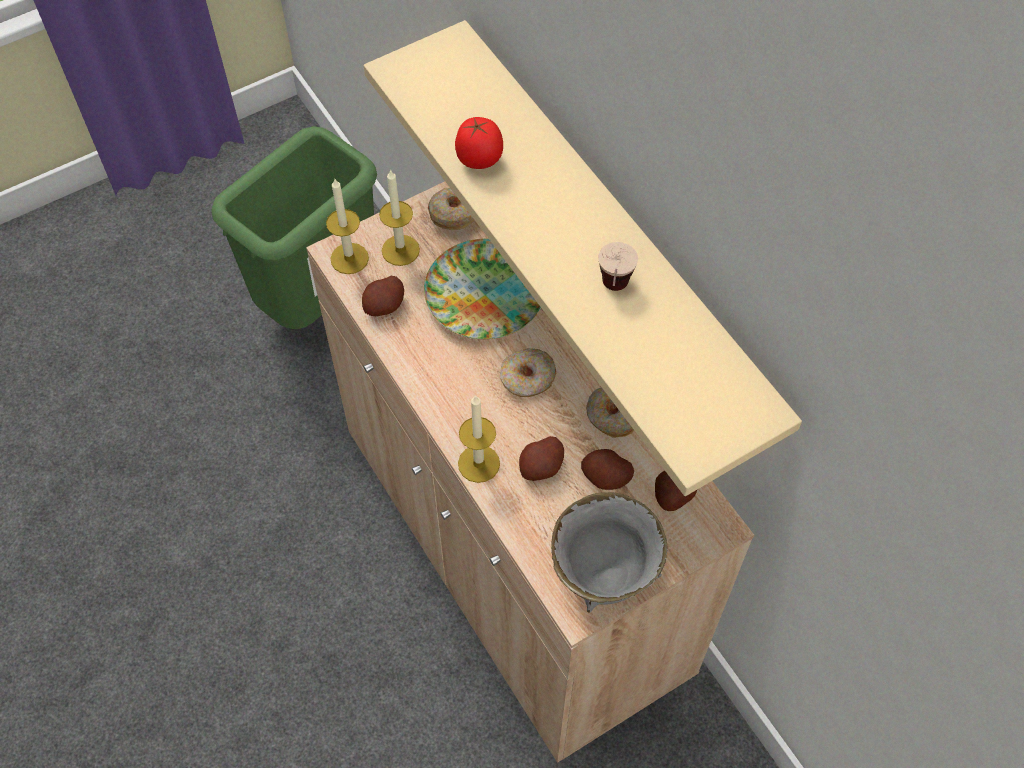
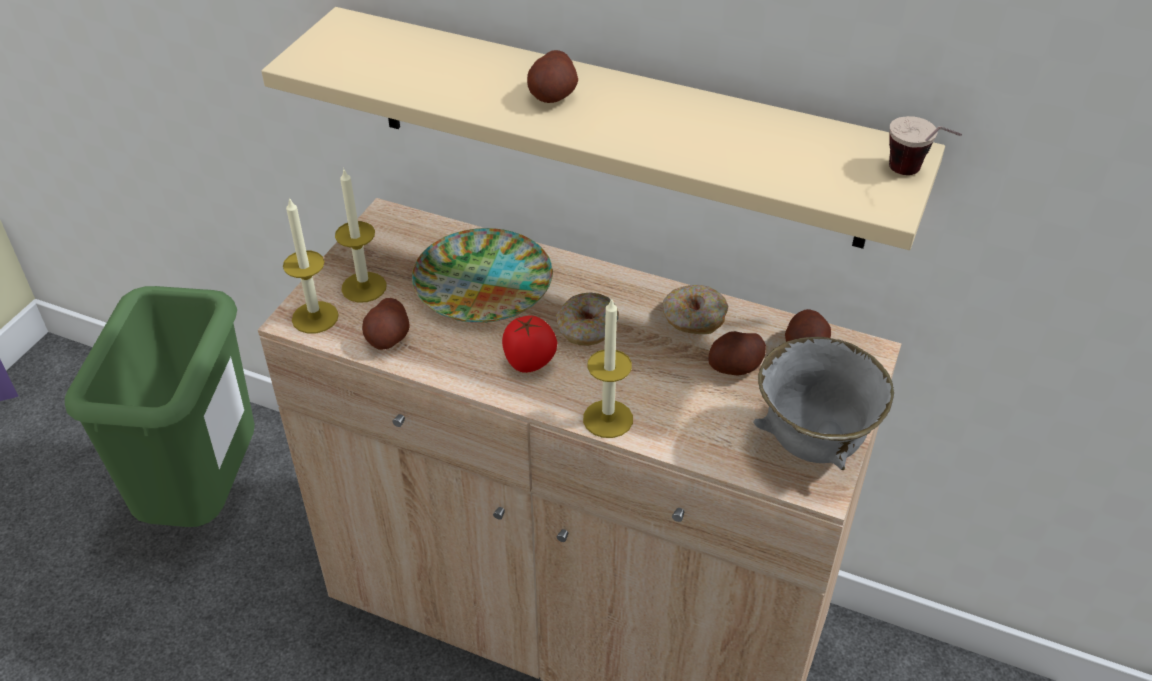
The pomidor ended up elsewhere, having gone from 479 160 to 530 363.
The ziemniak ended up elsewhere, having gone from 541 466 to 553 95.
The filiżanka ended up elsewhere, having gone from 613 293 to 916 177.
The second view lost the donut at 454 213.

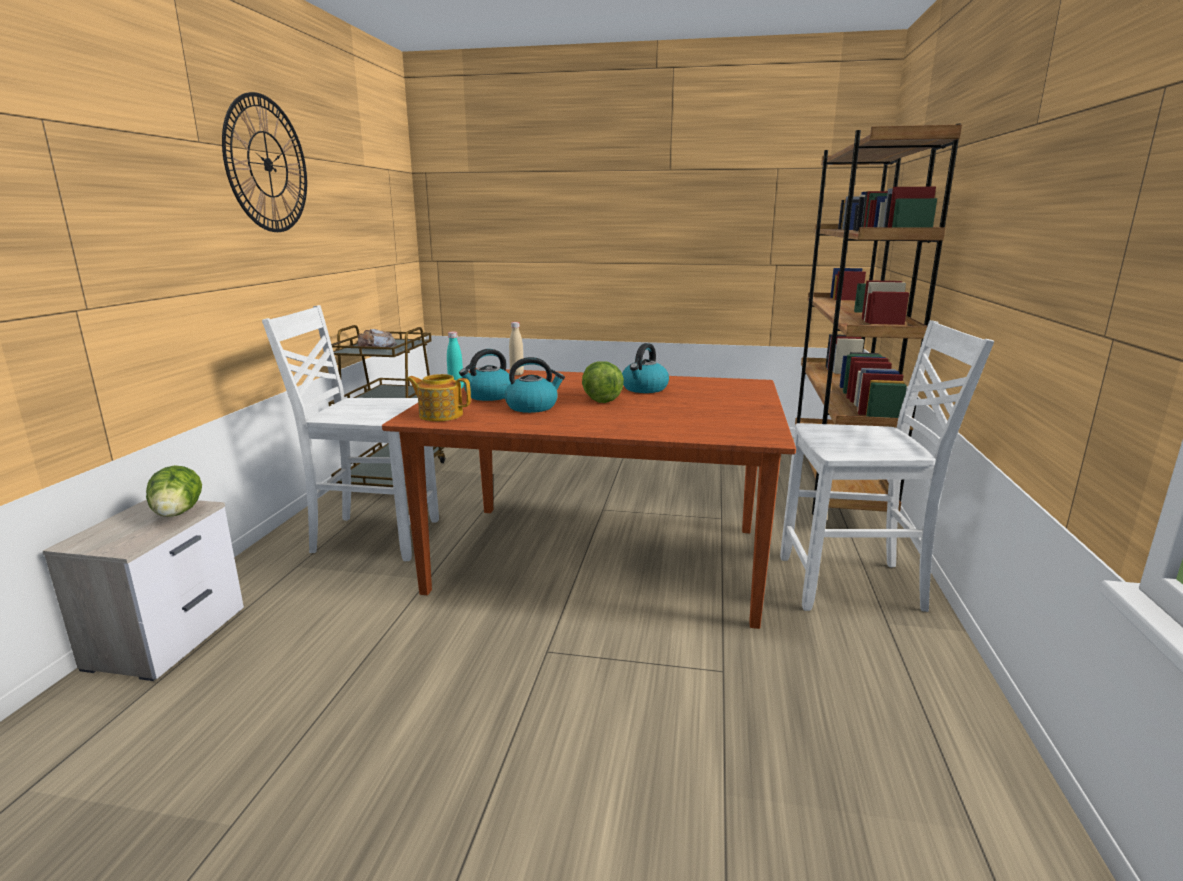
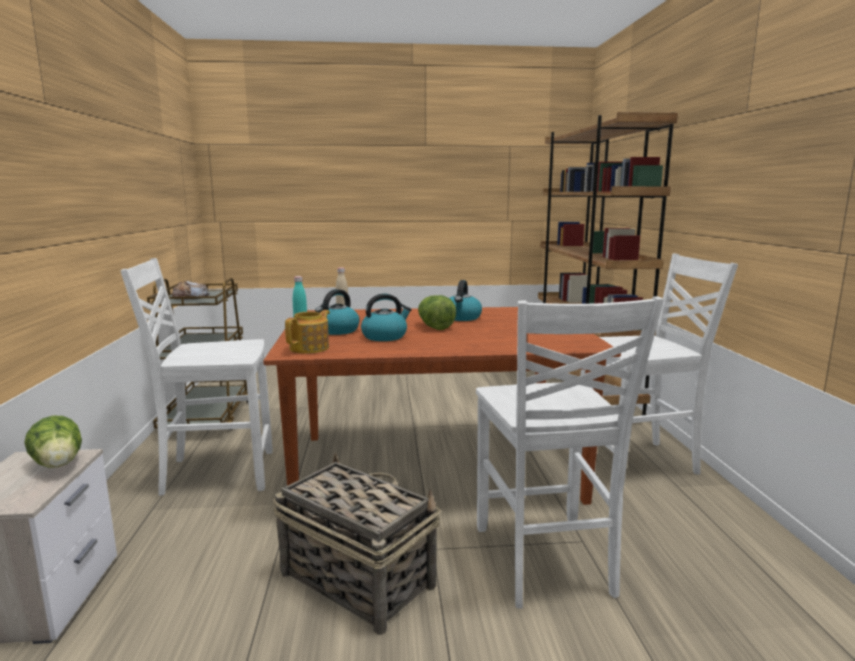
The second view gained the koszyk at 356 578.
The imbryk at 440 415 ended up facing another way, 120 degrees clockwise from before.
The second view gained the krzesło (biały) at 544 562.
The second view lost the zegar ścienny at 267 164.

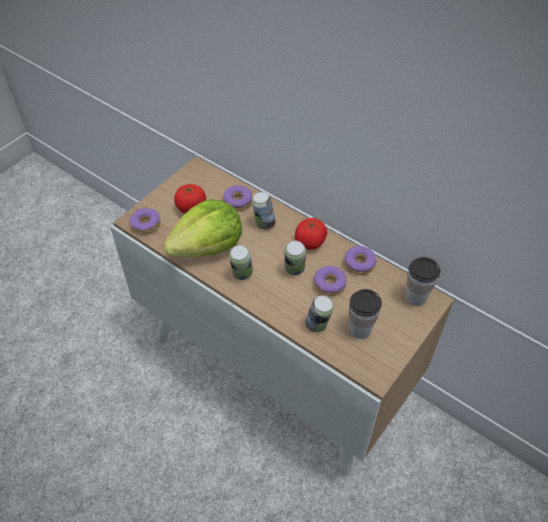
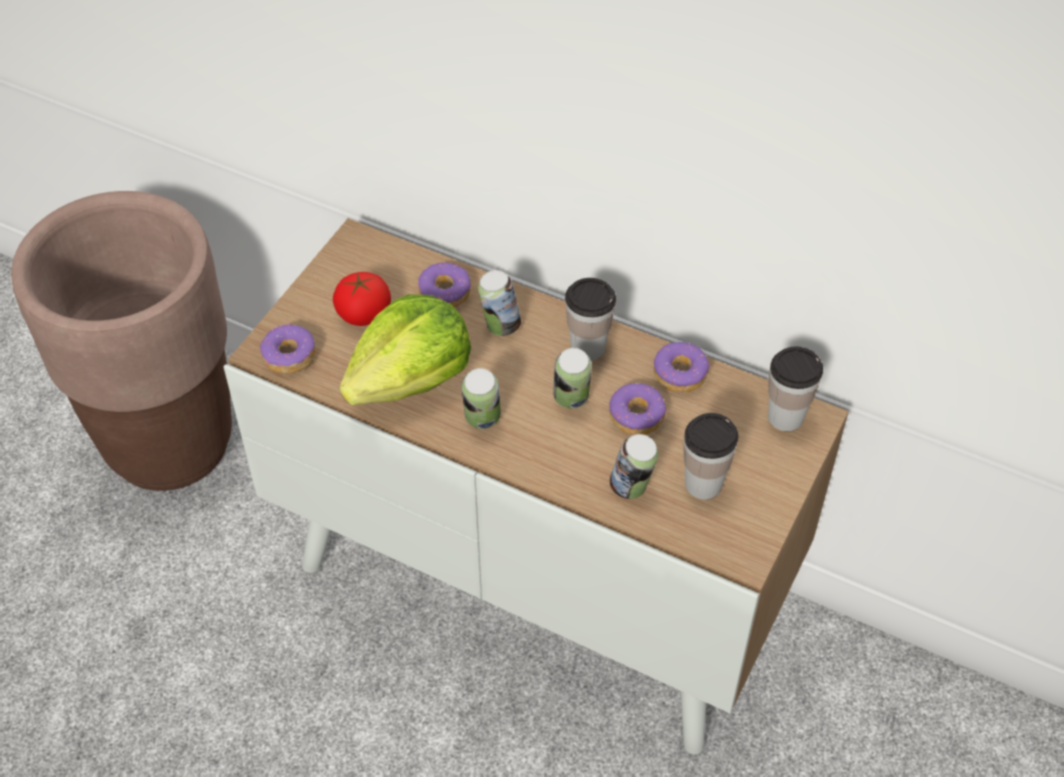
The second view gained the donica (brązowy) at 170 444.
Where the pomidor stood at 310 242, the filiżanka came to stand at 588 348.

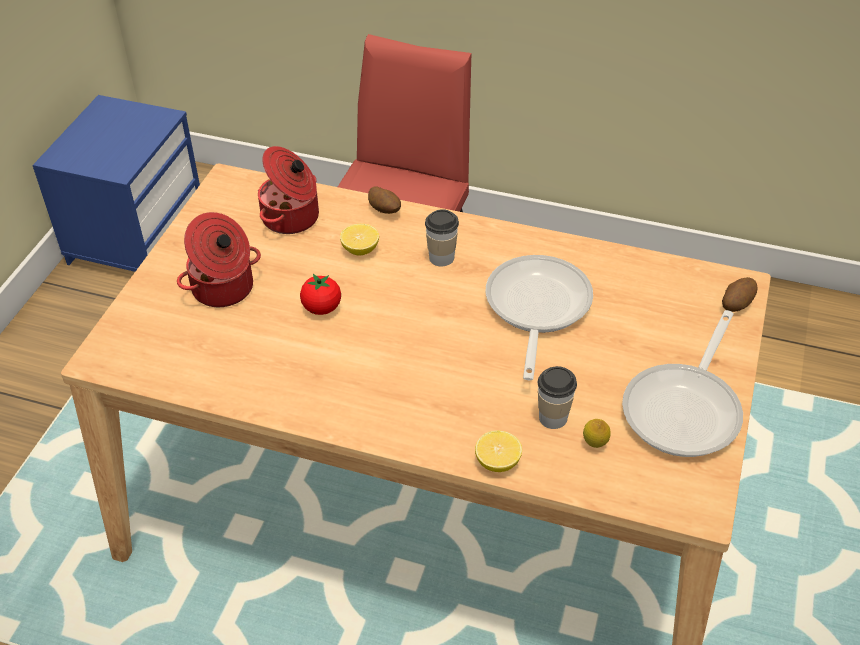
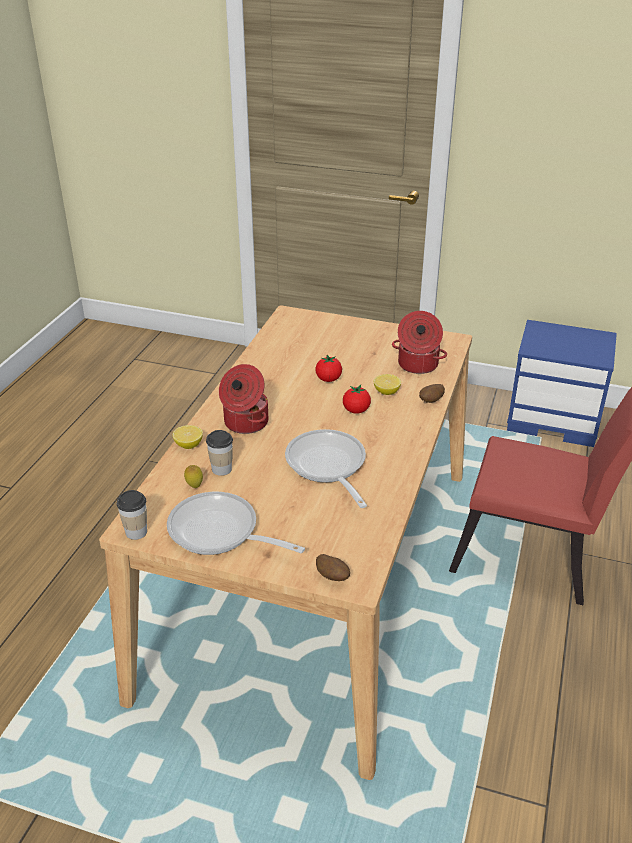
The filiżanka ended up elsewhere, having gone from 441 258 to 136 532.
The garnek ended up elsewhere, having gone from 223 289 to 245 423.
The patelnia at 536 309 ended up facing another way, 120 degrees counterclockwise from before.
The second view gained the pomidor at 356 410.

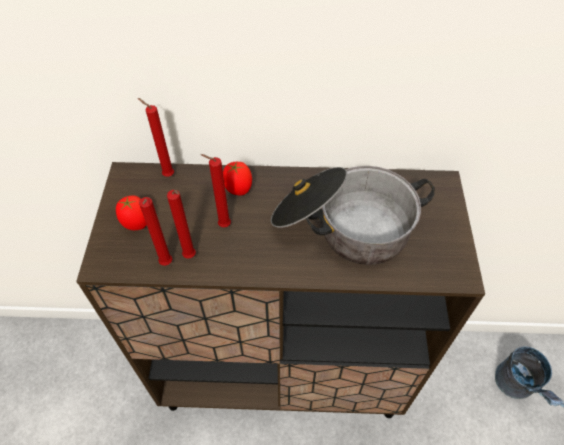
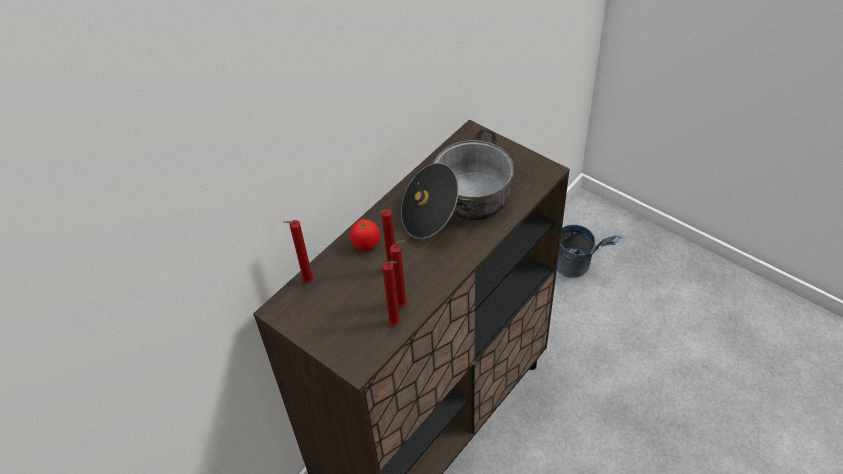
The second view lost the pomidor at 136 223.

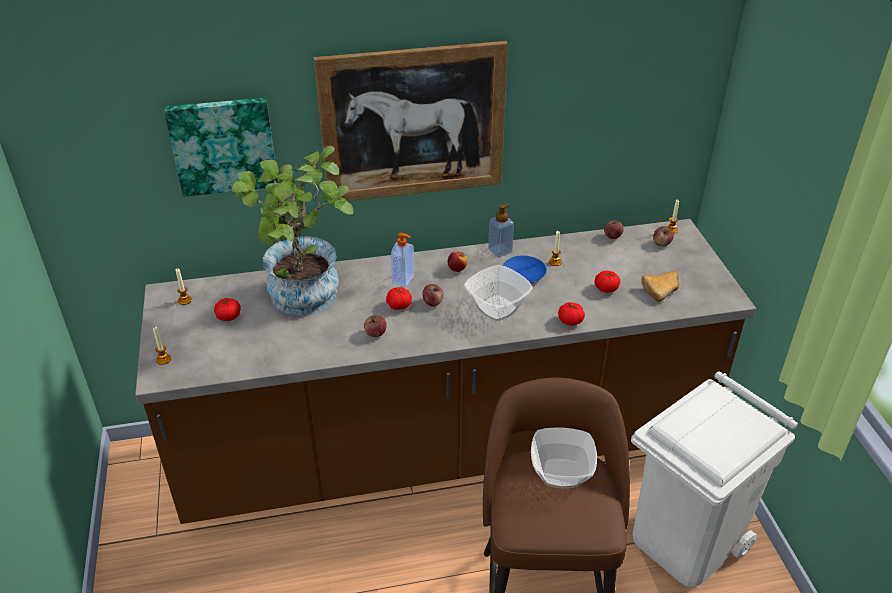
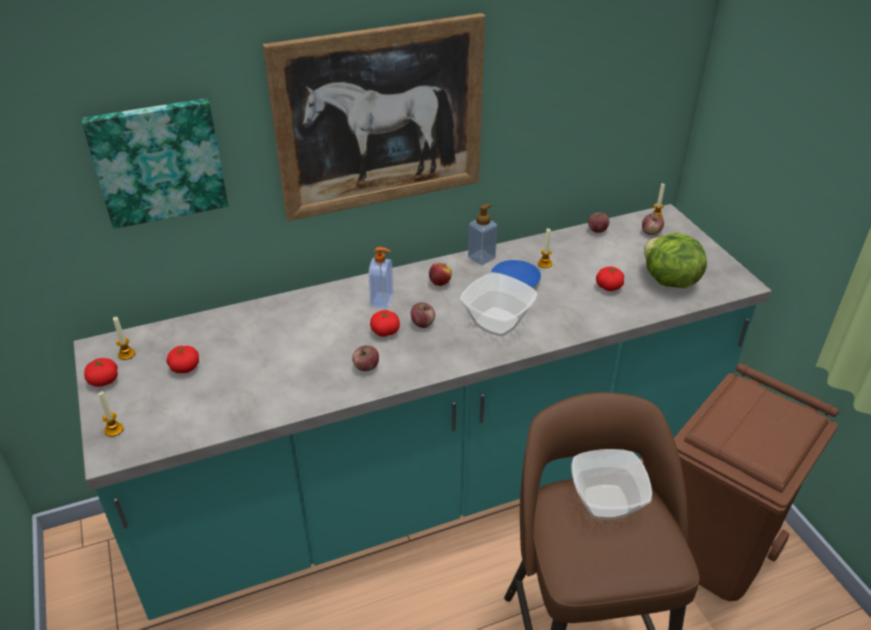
What was the zabudowa kuchenna (brązowy) at 446 448 turned into the zabudowa kuchenna (turkusowy) at 435 484.
The pomidor ended up elsewhere, having gone from 570 321 to 104 380.
Where the chleb stood at 662 289, the sałata came to stand at 668 281.
What was the kosz na śmieci (biały) at 686 541 turned into the kosz na śmieci (brązowy) at 714 550.
The second view lost the roślina doniczkowa at 305 300.

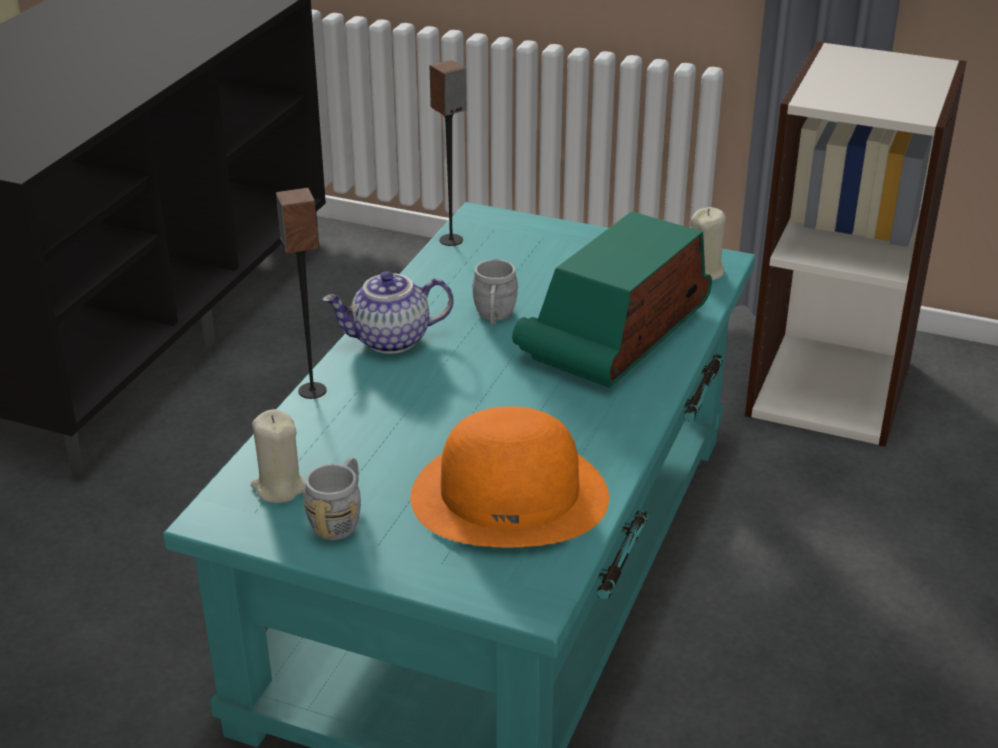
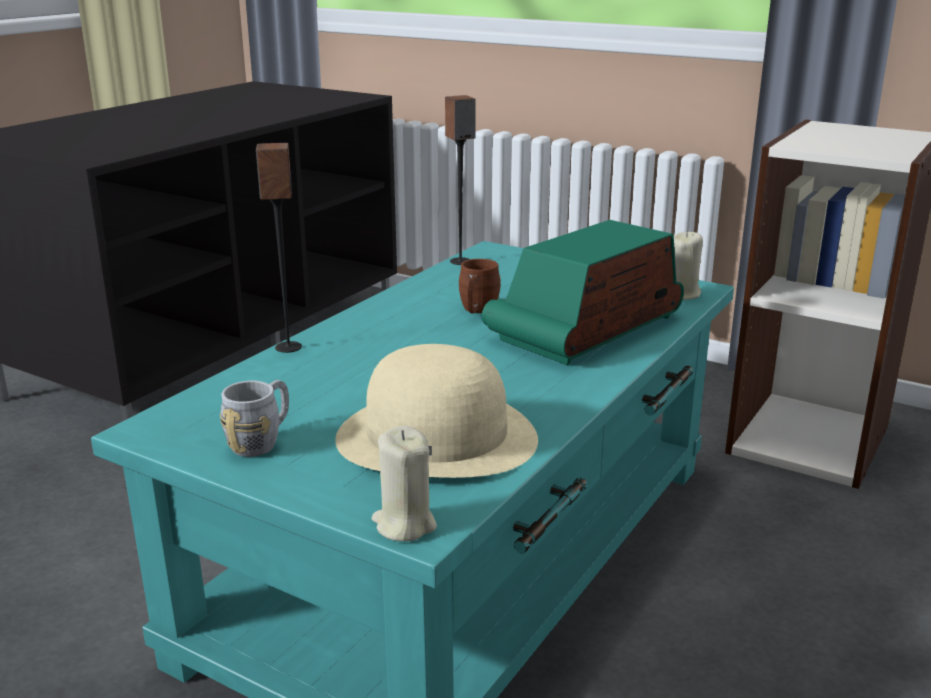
What was the kapelusz (pomarańczowy) at 510 495 turned into the kapelusz (beżowy) at 437 437.
The świeca (beżowy) ended up elsewhere, having gone from 279 487 to 404 524.
What was the kubek (szary) at 494 317 turned into the kubek (brązowy) at 477 311.
The second view lost the imbryk at 390 341.

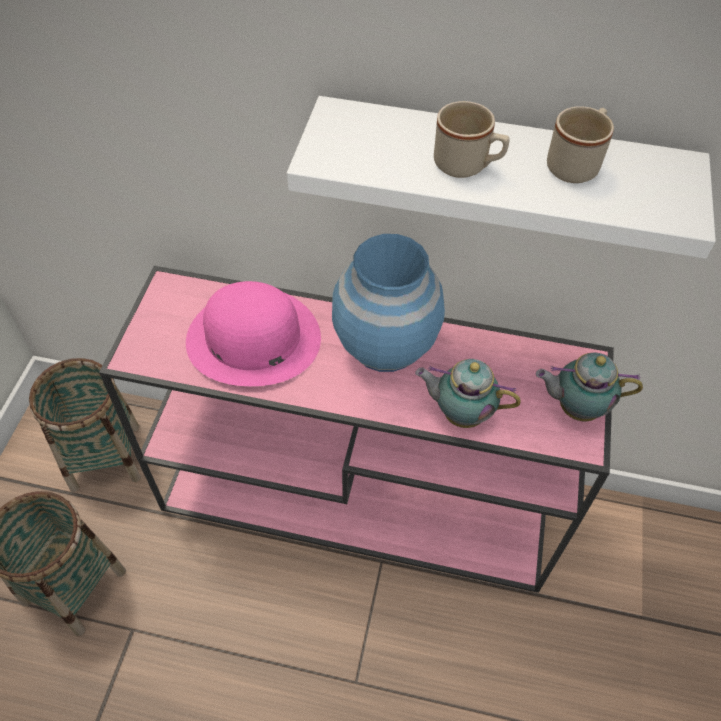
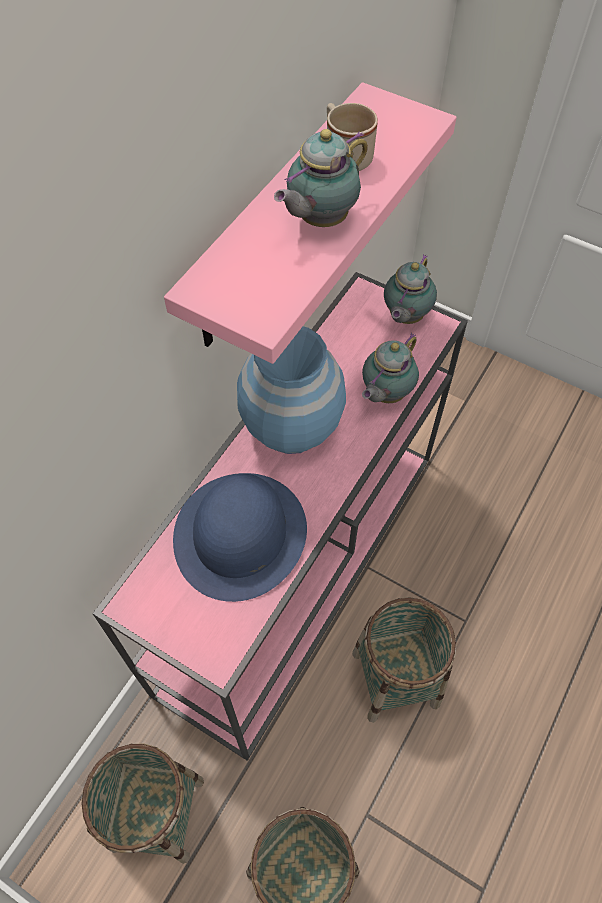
What was the półka (biały) at 498 171 turned into the półka (różowy) at 274 222.
What was the kapelusz (różowy) at 253 338 turned into the kapelusz (niebieski) at 240 535.
Where the kubek (beżowy) stood at 467 166, the imbryk came to stand at 319 220.
The second view gained the koszyk at 395 678.

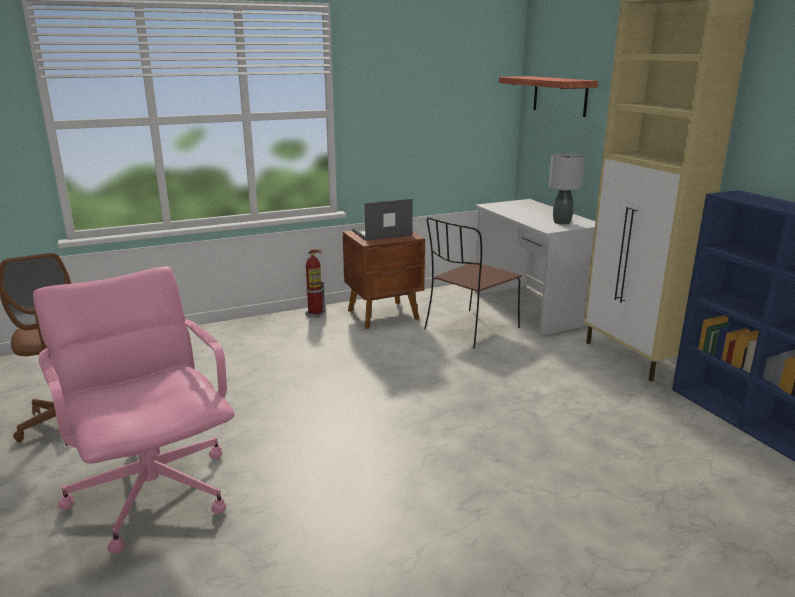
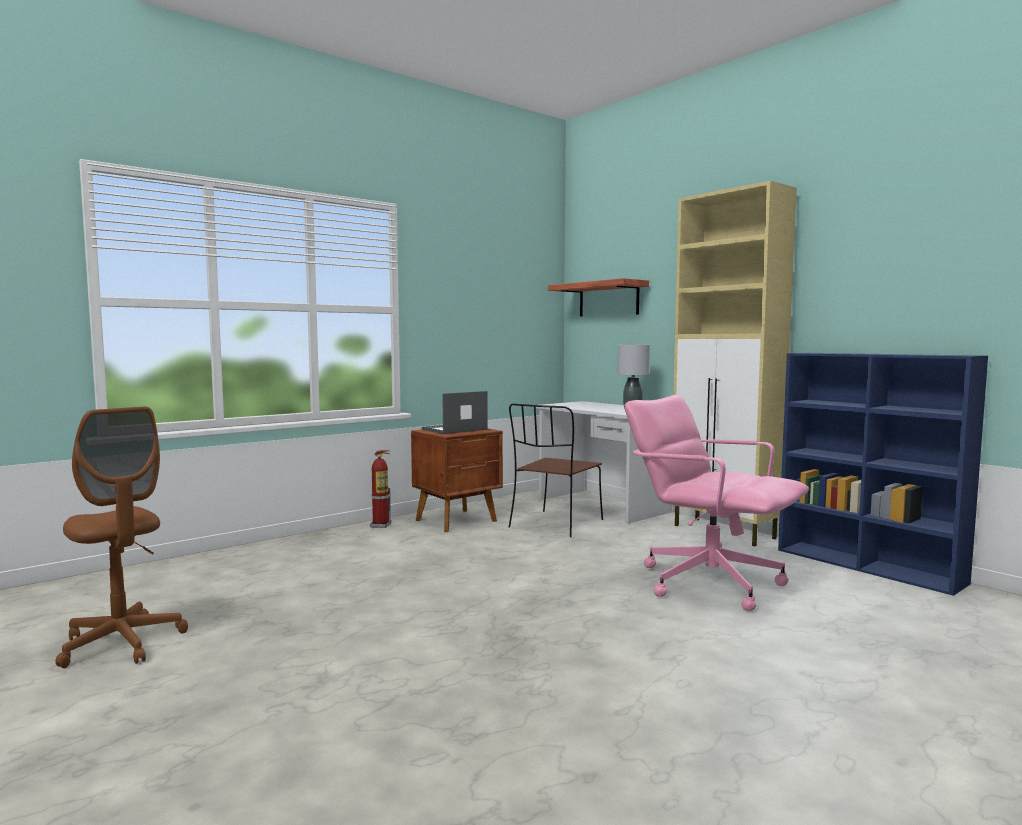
The krzesło biurowe (różowy) ended up elsewhere, having gone from 154 492 to 709 582.

